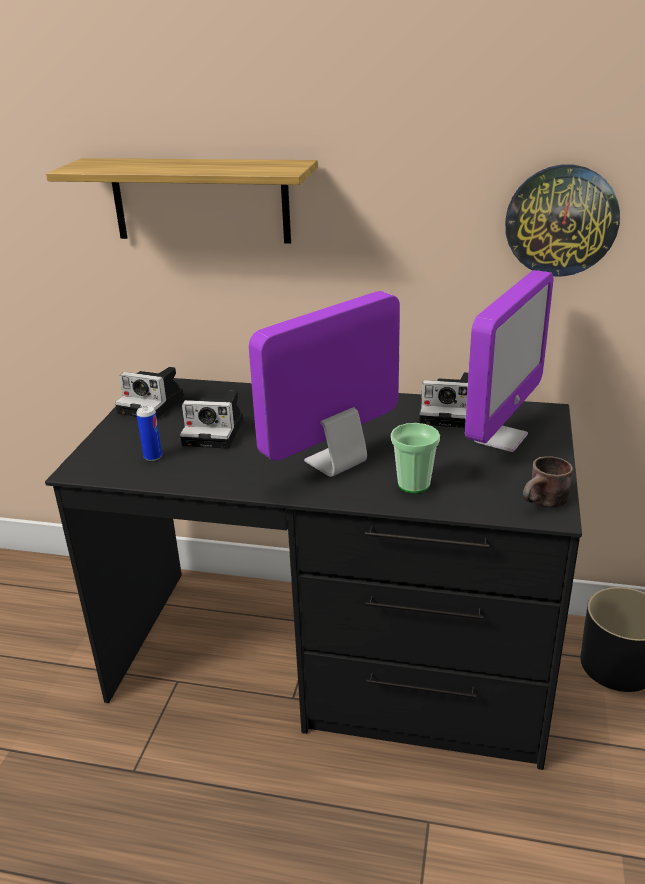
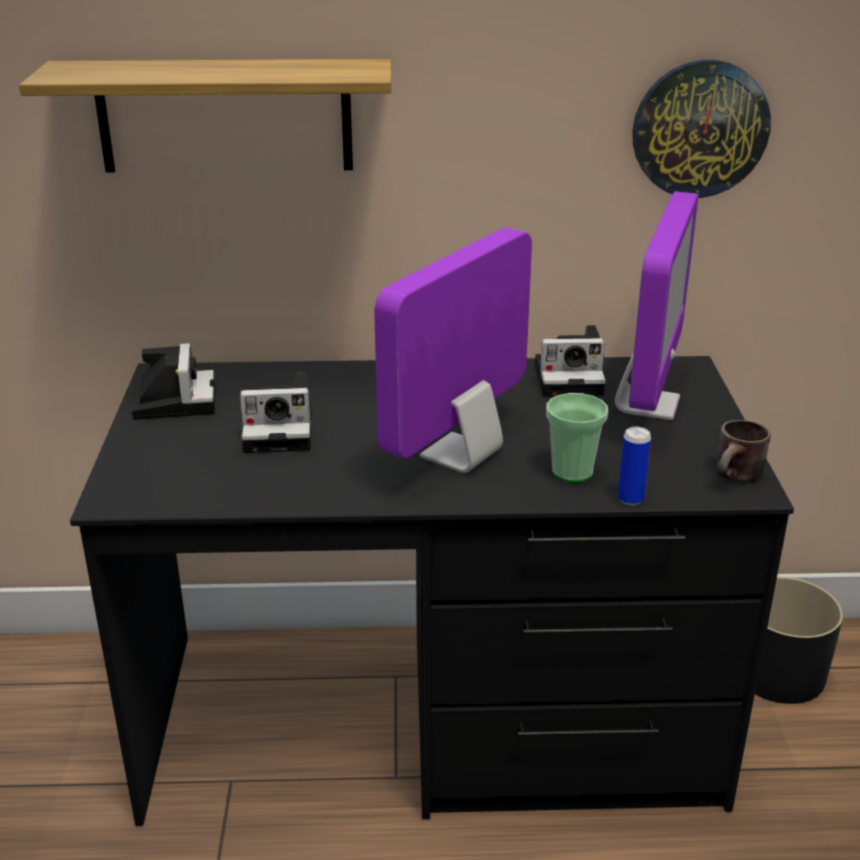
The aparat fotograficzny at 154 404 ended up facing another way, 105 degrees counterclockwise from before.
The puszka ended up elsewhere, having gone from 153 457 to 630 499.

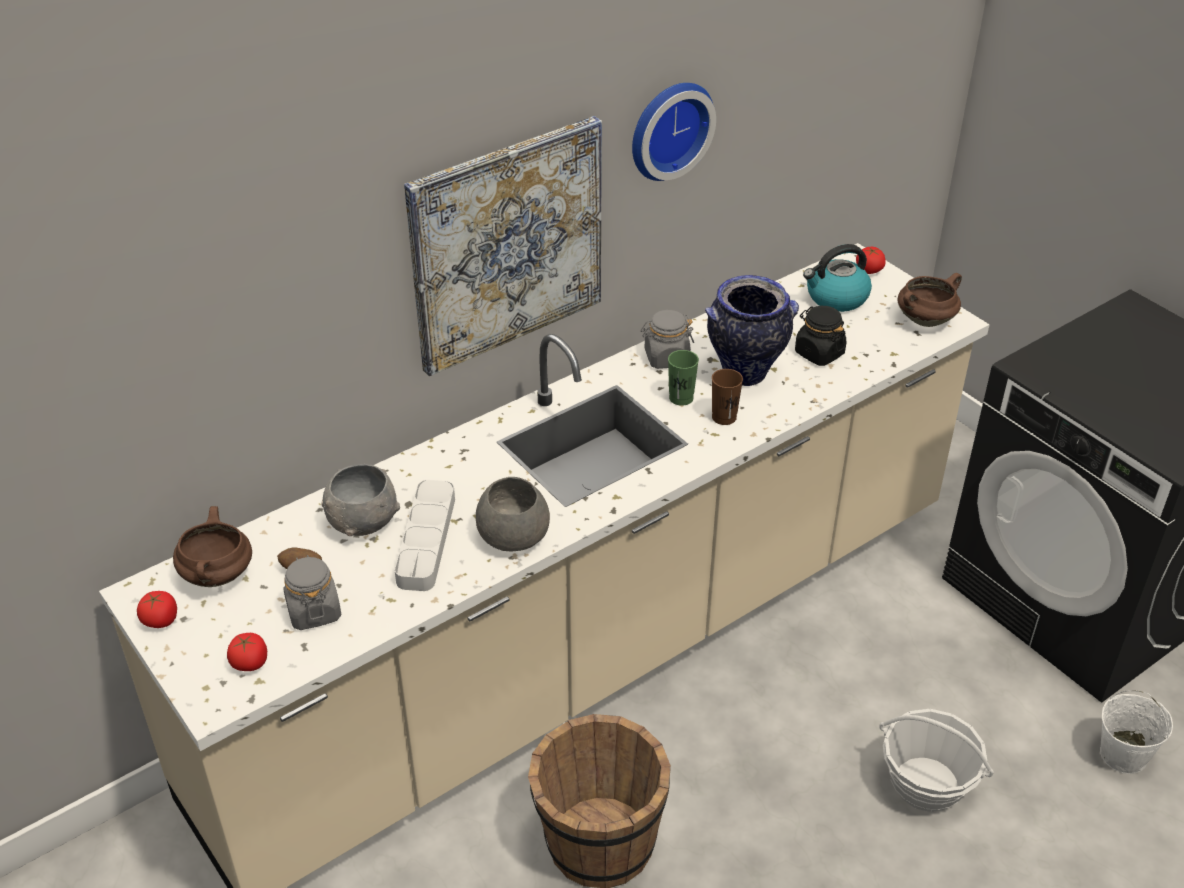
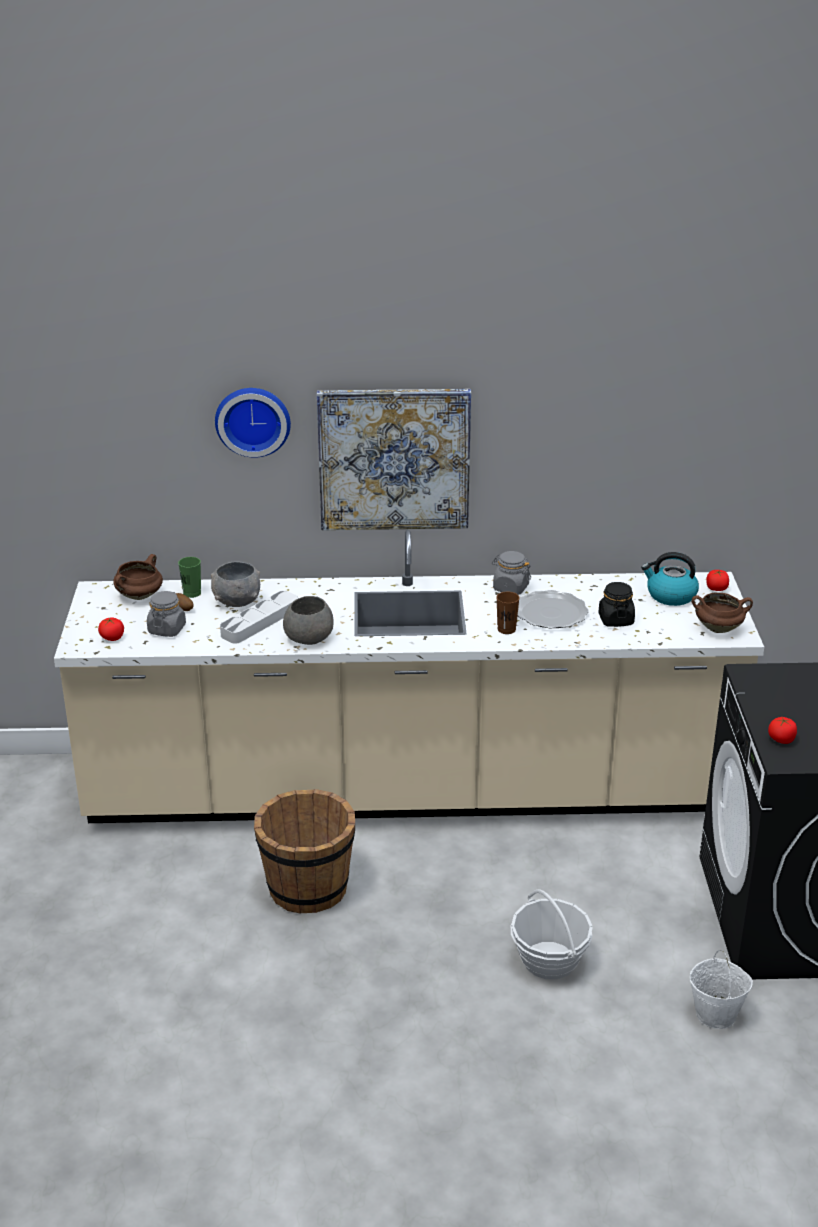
The filiżanka (zielony) ended up elsewhere, having gone from 681 398 to 192 593.
The zegar ścienny ended up elsewhere, having gone from 667 128 to 253 420.
Where the wazon stood at 745 373, the talerz came to stand at 551 613.
The pomidor ended up elsewhere, having gone from 160 620 to 781 739.

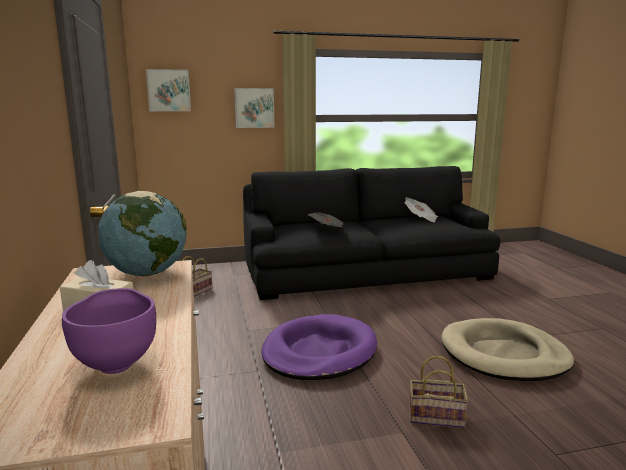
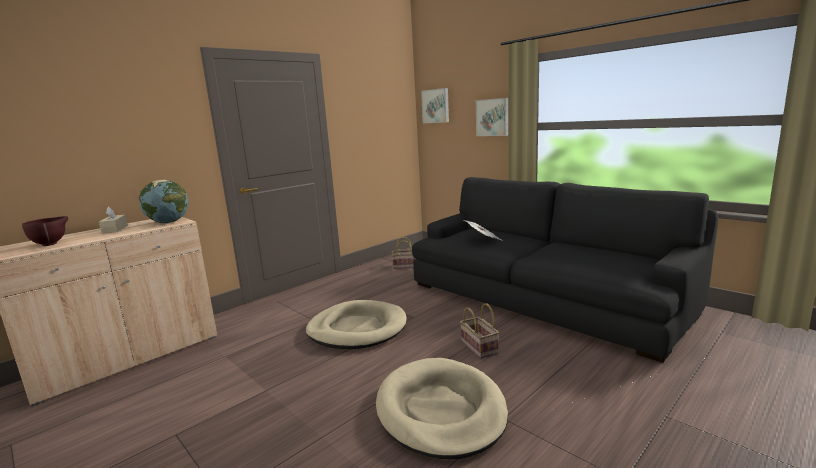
What was the miska (fioletowy) at 117 364 turned into the miska (brązowy) at 52 244.
What was the legowisko (fioletowy) at 319 352 turned into the legowisko (beżowy) at 357 329.
The koszyk ended up elsewhere, having gone from 437 416 to 480 347.
The second view lost the gazeta at 421 219.

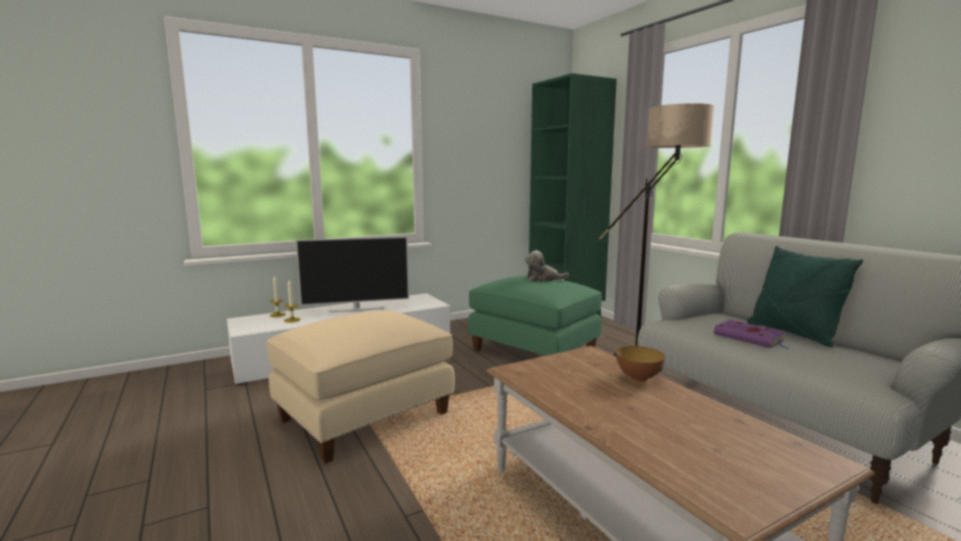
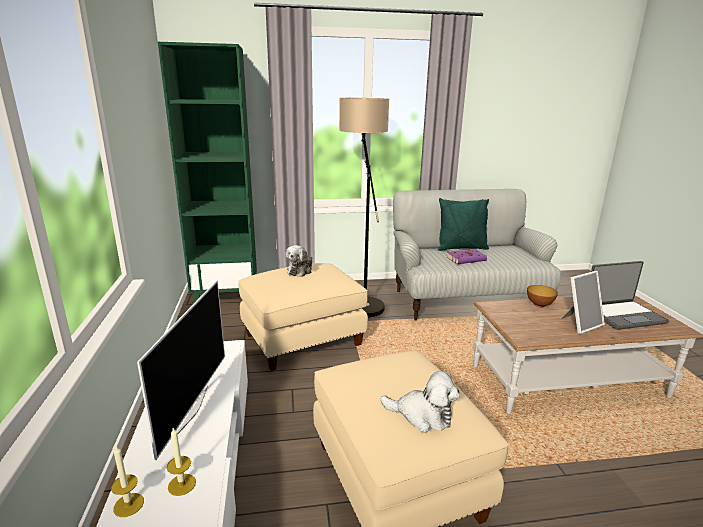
What was the pufa (zielony) at 534 351 turned into the pufa (beżowy) at 303 339.
The second view gained the pluszak at 422 415.
The second view gained the ramka na zdjęcie at 580 324.
The second view gained the laptop at 623 315.

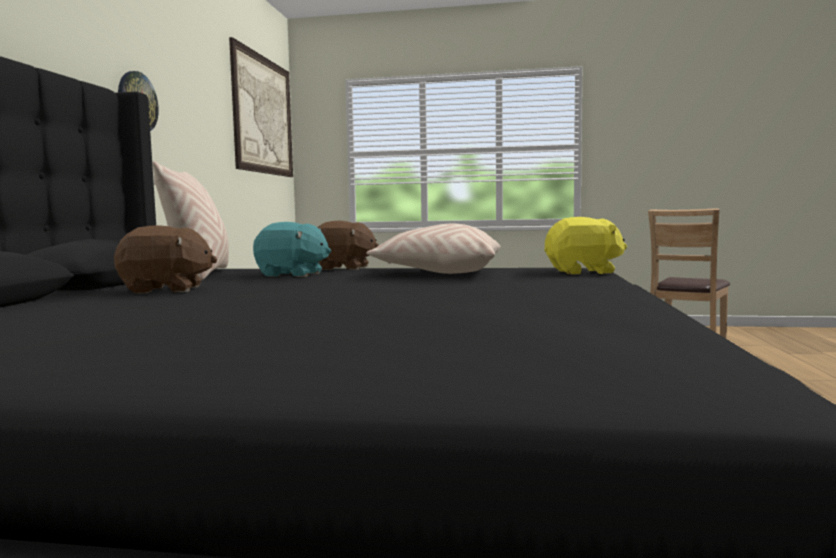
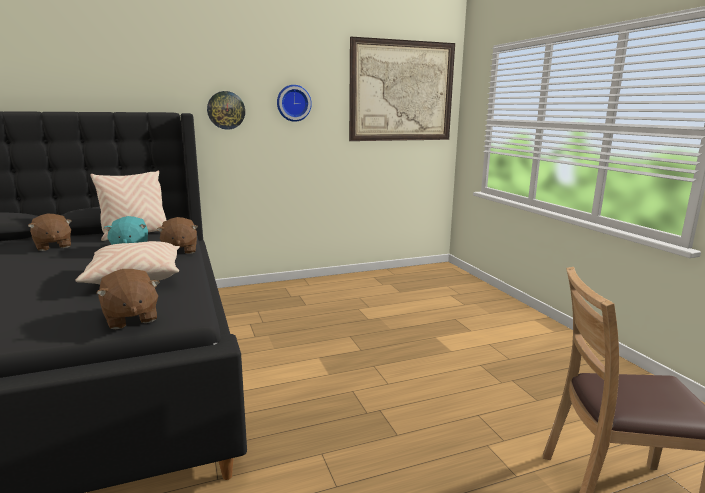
What was the pluszak (żółty) at 583 272 turned into the pluszak (brązowy) at 130 318.
The second view gained the zegar ścienny at 293 103.

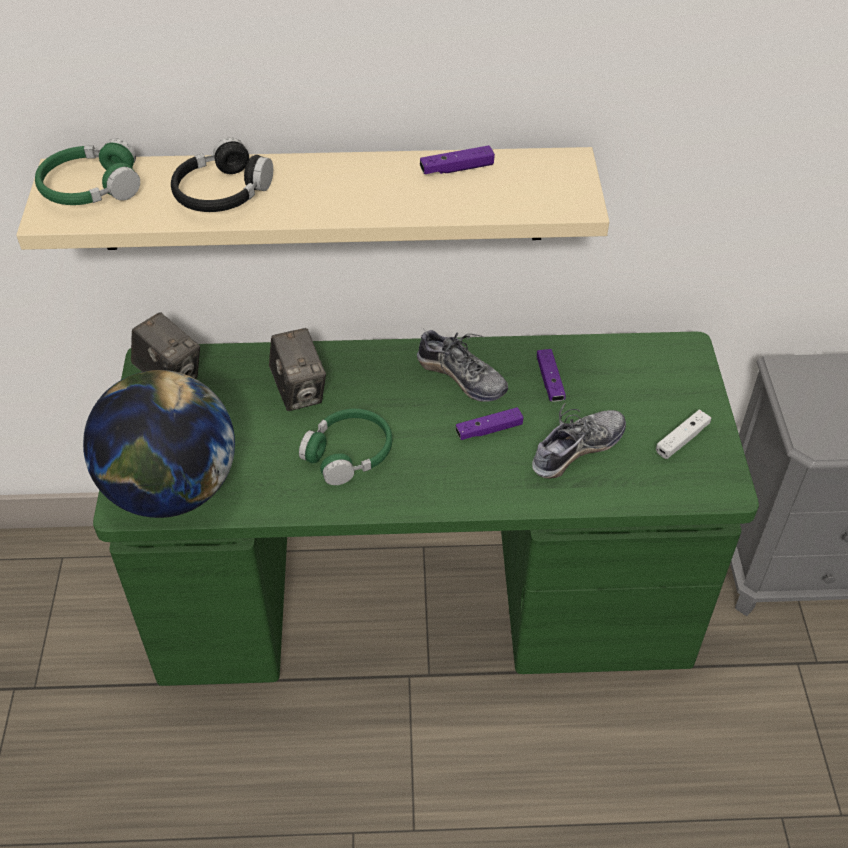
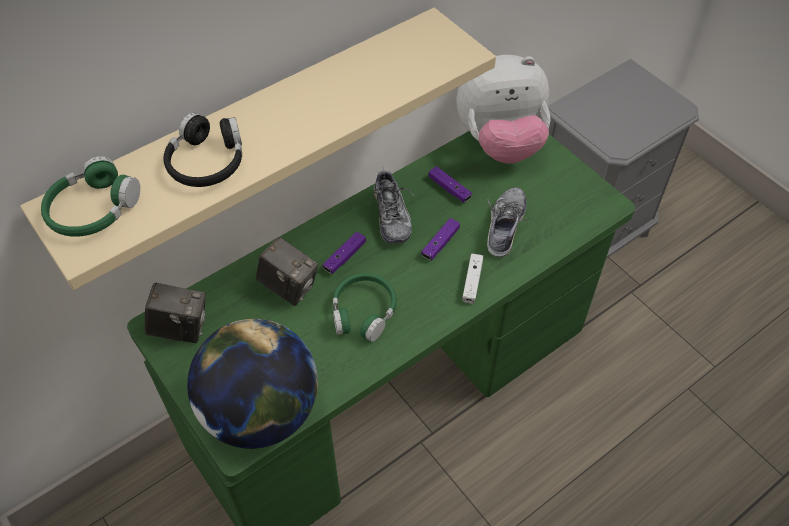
The pad do gier (fioletowy) ended up elsewhere, having gone from 457 168 to 344 257.
The but at 462 377 ended up facing another way, 75 degrees clockwise from before.
The second view gained the pluszak at 500 143.
The pad do gier (biały) ended up elsewhere, having gone from 682 439 to 472 282.

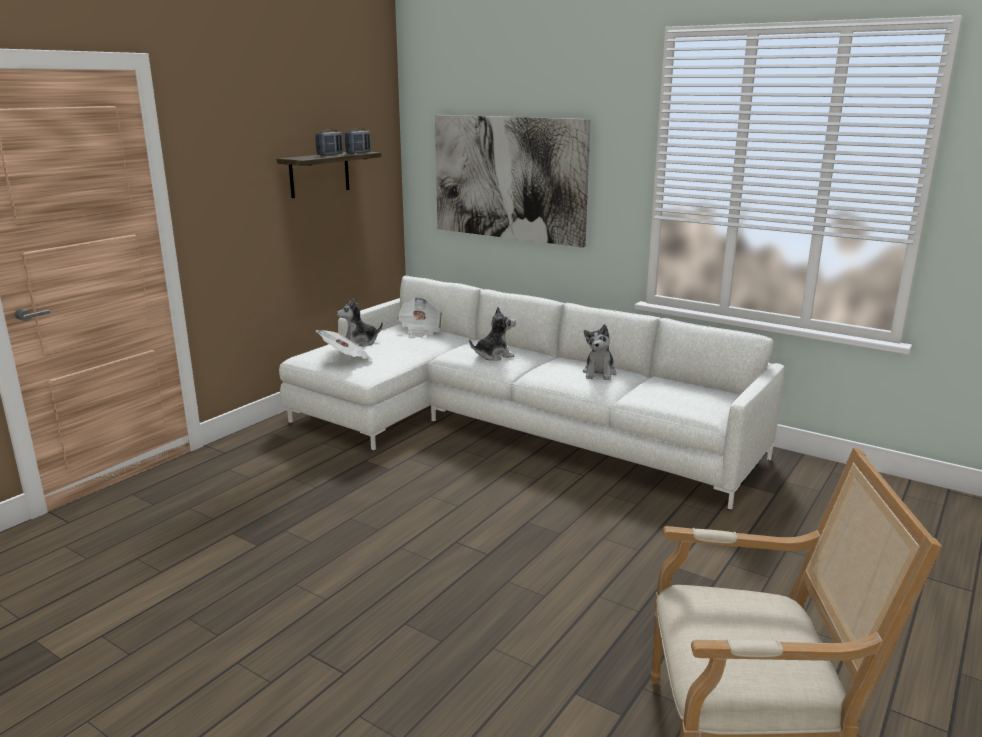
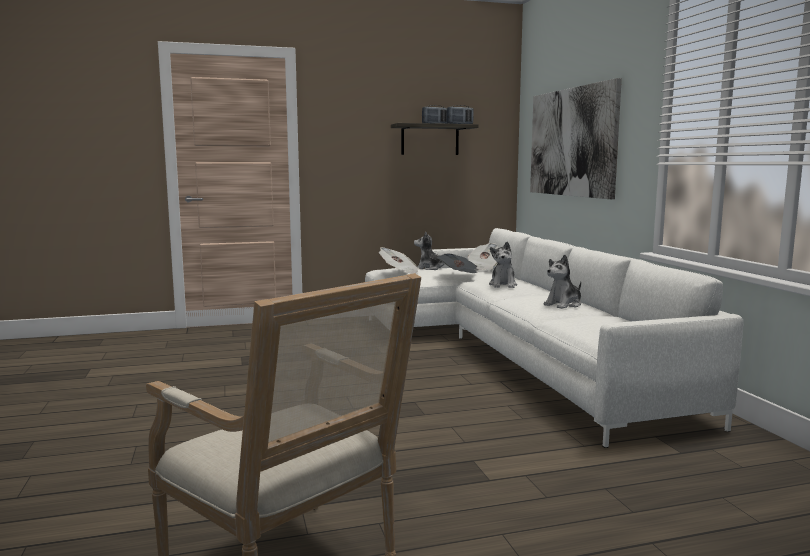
The second view gained the gazeta at 459 275.
The pluszak at 494 355 ended up facing another way, 75 degrees clockwise from before.

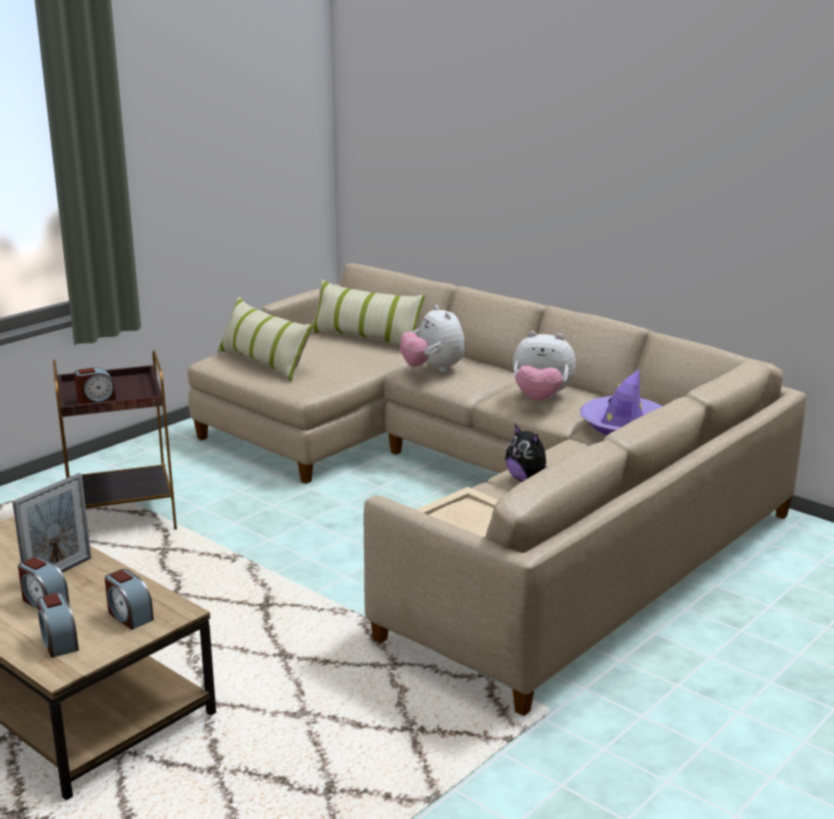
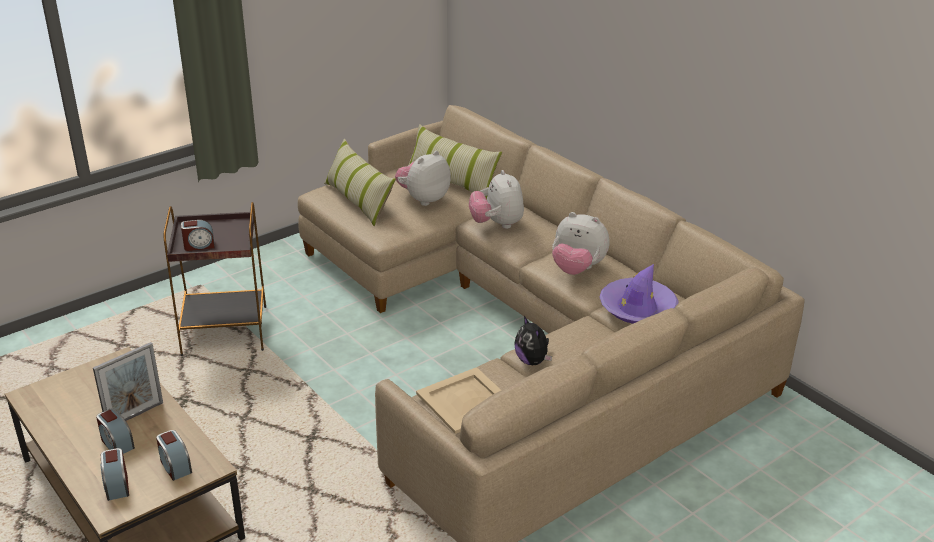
The second view gained the pluszak at 423 199.

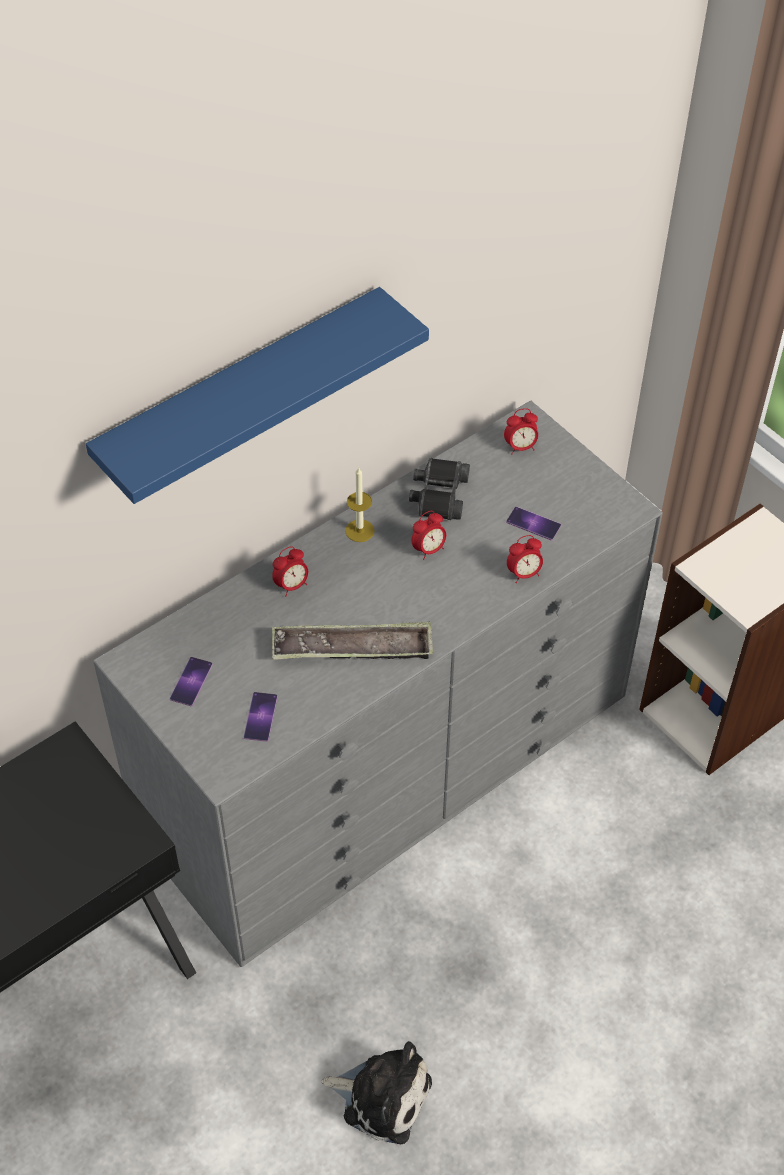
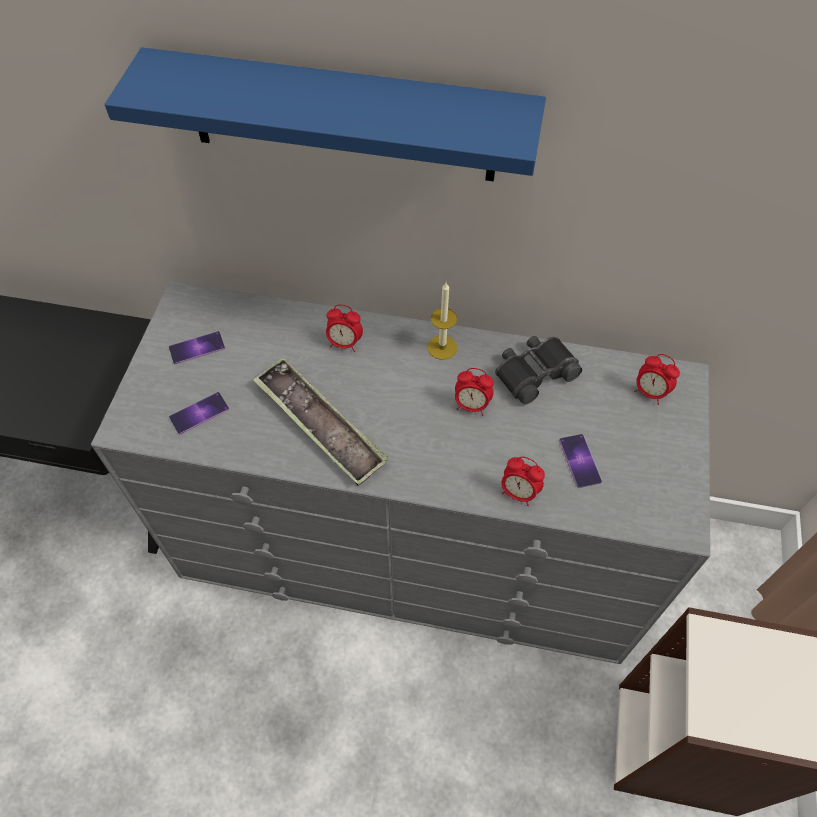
The second view lost the pluszak at 382 1096.

